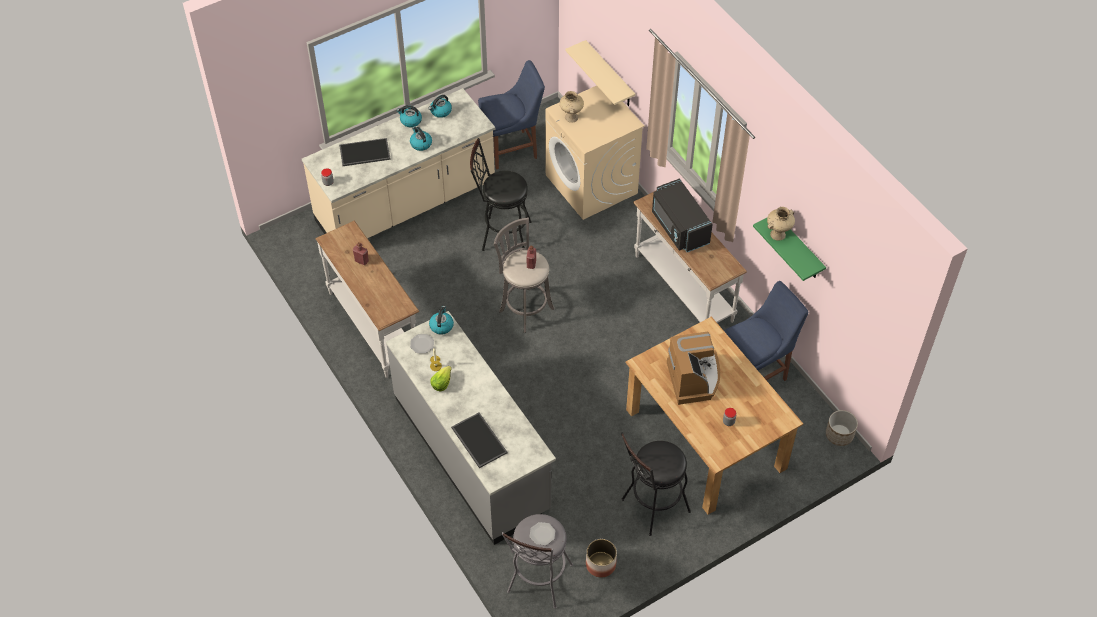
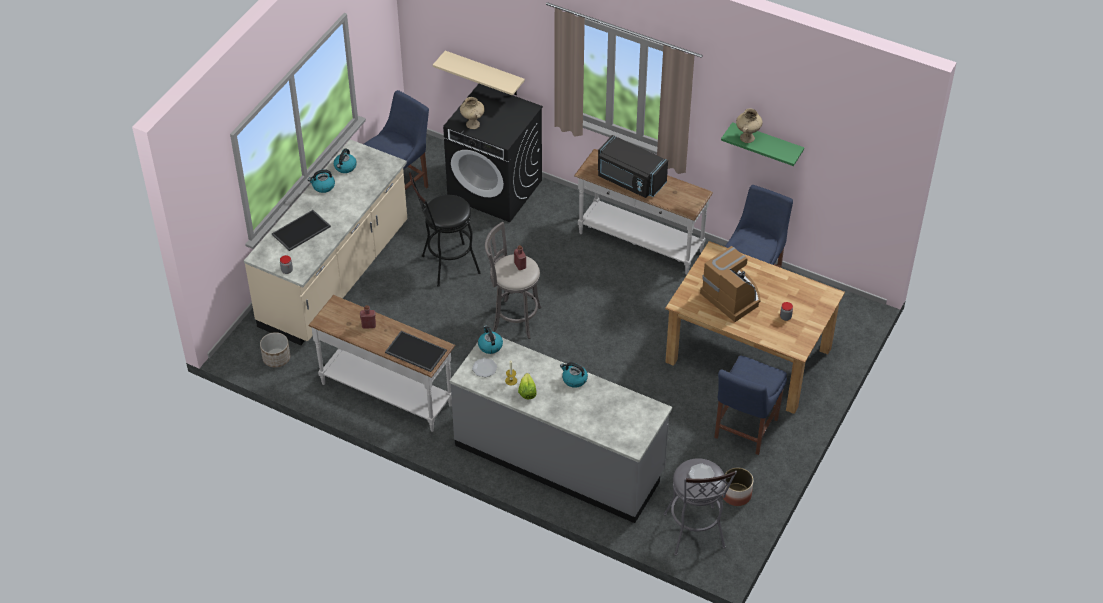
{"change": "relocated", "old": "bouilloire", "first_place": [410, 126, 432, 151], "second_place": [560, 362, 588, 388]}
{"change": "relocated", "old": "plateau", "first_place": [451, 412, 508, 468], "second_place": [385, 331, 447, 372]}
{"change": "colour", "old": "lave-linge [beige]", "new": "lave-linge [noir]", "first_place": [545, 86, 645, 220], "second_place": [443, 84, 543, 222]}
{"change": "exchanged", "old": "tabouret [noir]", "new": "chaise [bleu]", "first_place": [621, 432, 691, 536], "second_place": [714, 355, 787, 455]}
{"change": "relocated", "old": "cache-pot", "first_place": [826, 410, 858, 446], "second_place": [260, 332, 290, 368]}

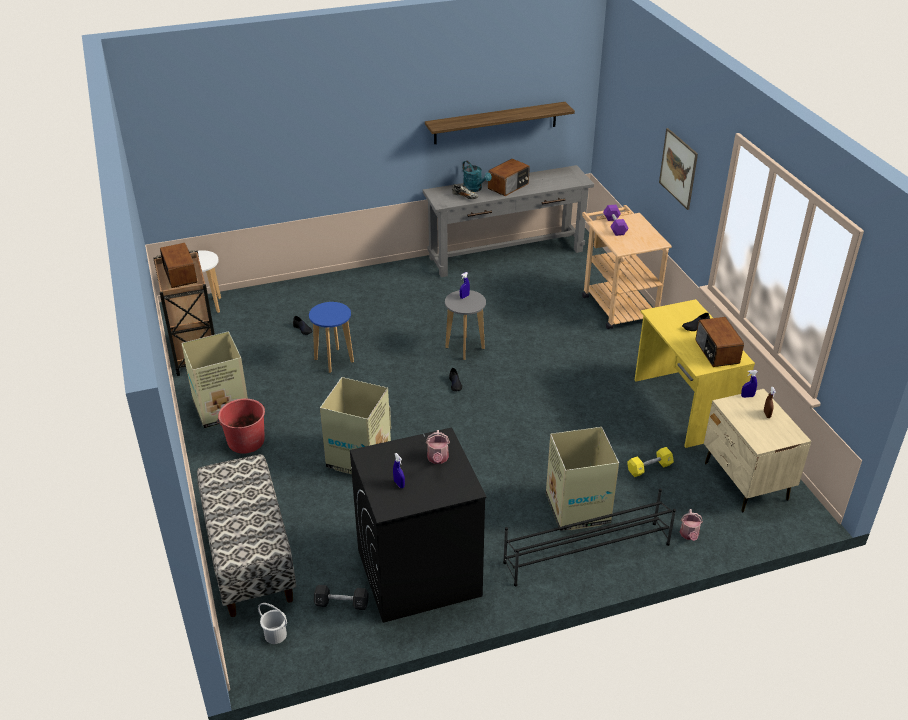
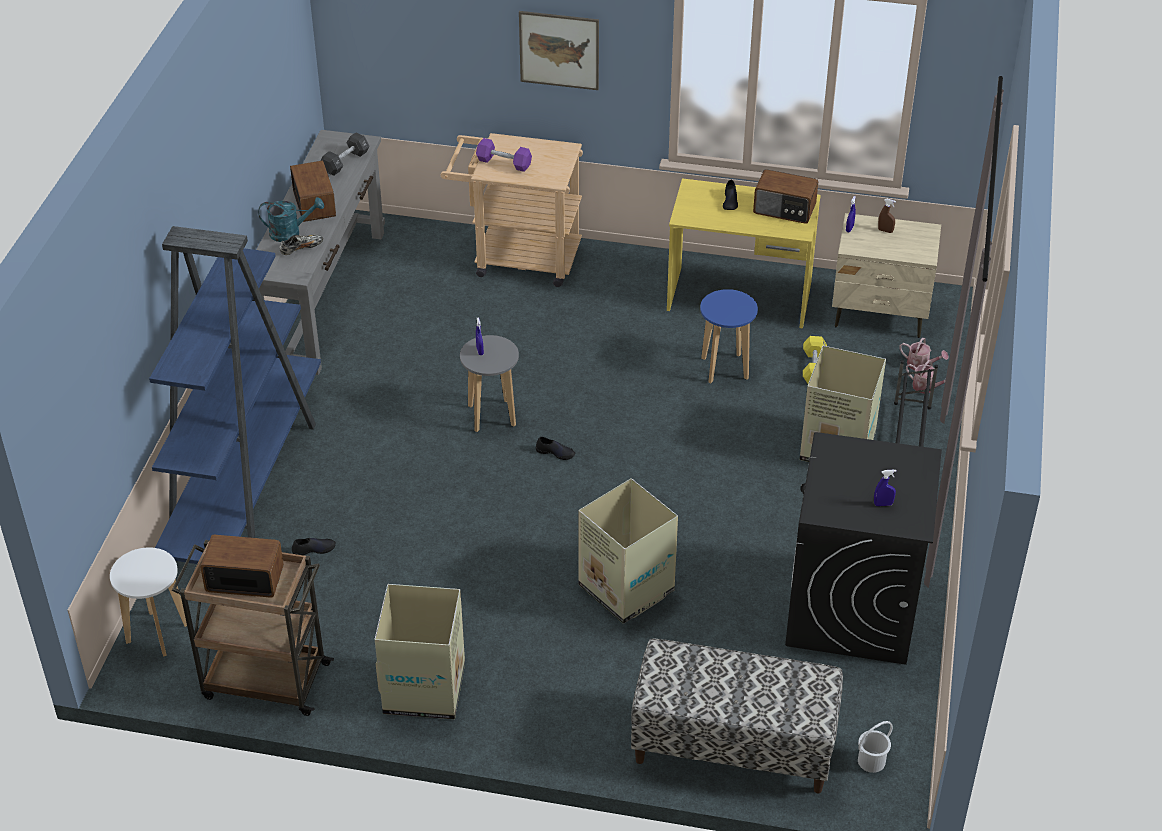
{"change": "missing", "old": "seau [rouge]", "first_place": [217, 399, 265, 454]}
{"change": "relocated", "old": "tabouret [bleu]", "first_place": [309, 302, 354, 373], "second_place": [700, 289, 758, 383]}
{"change": "relocated", "old": "haltère [noir]", "first_place": [314, 585, 369, 610], "second_place": [321, 132, 370, 176]}
{"change": "missing", "old": "étagère", "first_place": [425, 102, 575, 144]}
{"change": "relocated", "old": "arrosoir", "first_place": [426, 430, 450, 464], "second_place": [899, 338, 948, 370]}
{"change": "appeared", "new": "bibliothèque [bleu]", "second_place": [149, 226, 321, 564]}

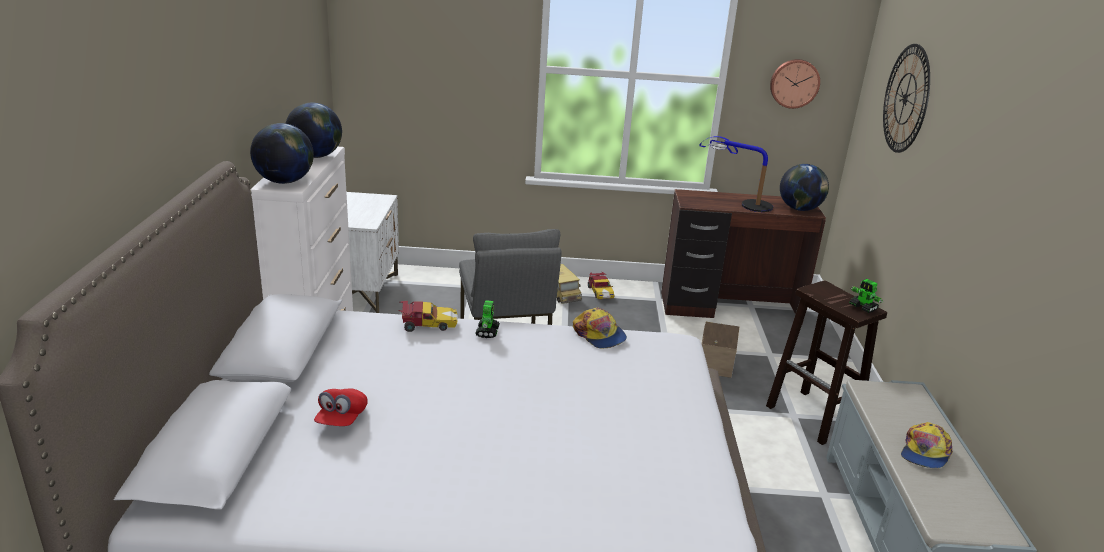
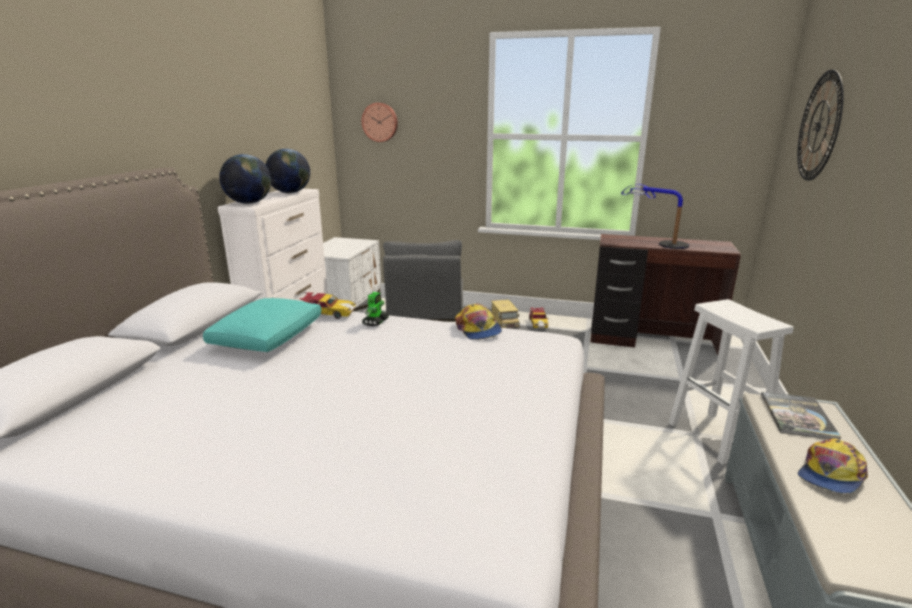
{"change": "missing", "old": "casquette [rouge]", "first_place": [314, 389, 368, 426]}
{"change": "missing", "old": "maison miniature", "first_place": [702, 322, 739, 378]}
{"change": "colour", "old": "tabouret [marron]", "new": "tabouret [blanc]", "first_place": [766, 280, 887, 445], "second_place": [669, 299, 794, 465]}
{"change": "relocated", "old": "horloge murale", "first_place": [770, 59, 820, 109], "second_place": [362, 103, 398, 142]}
{"change": "missing", "old": "globe", "first_place": [780, 164, 829, 211]}
{"change": "missing", "old": "robot jouet", "first_place": [849, 279, 883, 313]}
{"change": "appeared", "new": "coussin [turquoise]", "second_place": [203, 298, 321, 352]}
{"change": "appeared", "new": "livre", "second_place": [761, 392, 841, 440]}

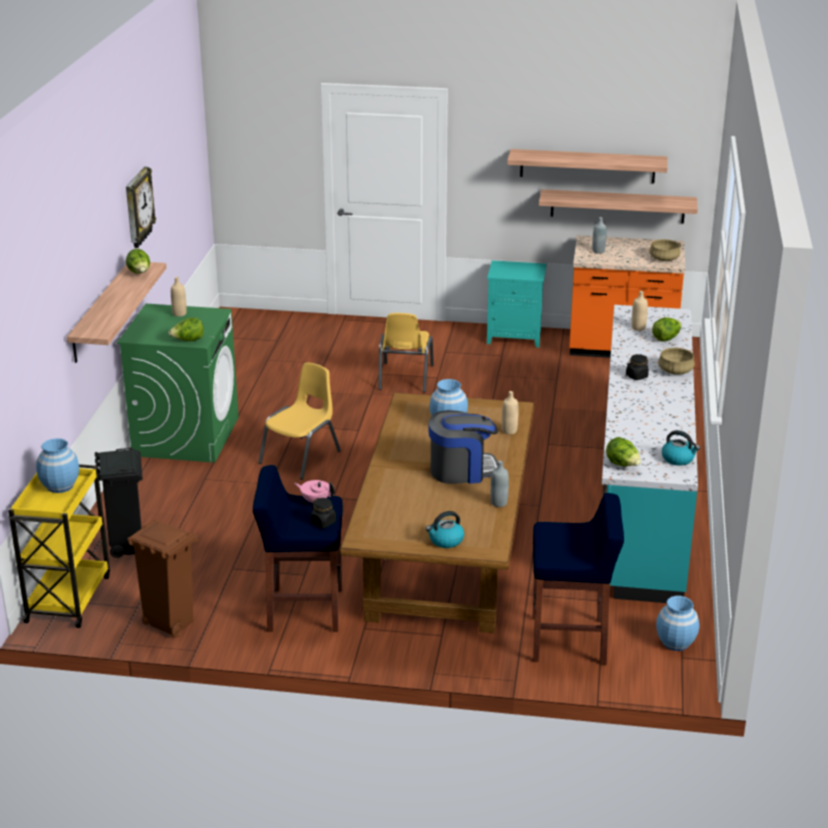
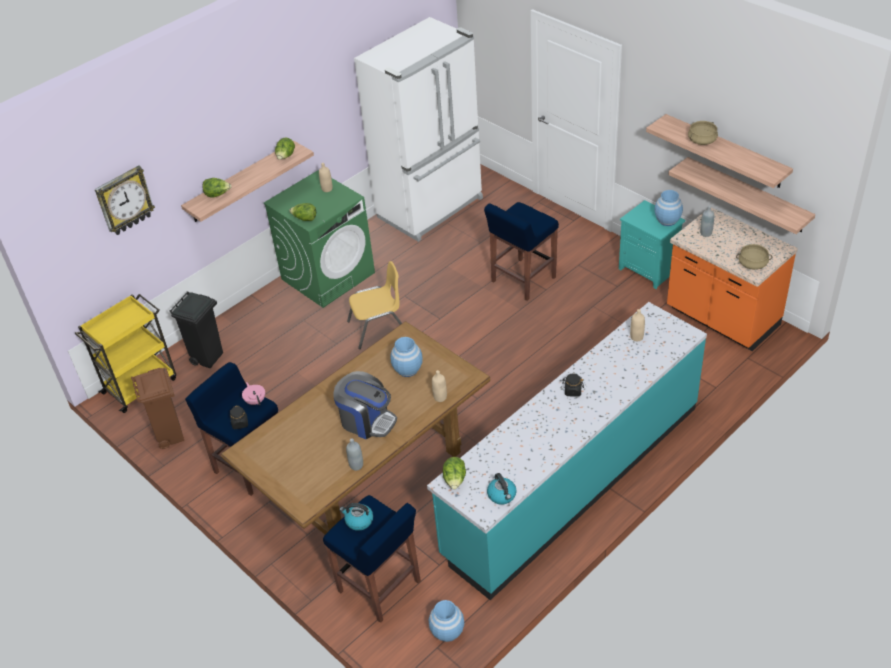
{"change": "relocated", "old": "vase [bleu]", "first_place": [36, 438, 79, 493], "second_place": [654, 190, 683, 226]}
{"change": "relocated", "old": "horloge murale", "first_place": [126, 167, 156, 248], "second_place": [95, 165, 155, 235]}
{"change": "exchanged", "old": "chaise [jaune]", "new": "tabouret [bleu]", "first_place": [378, 313, 434, 392], "second_place": [484, 202, 559, 301]}
{"change": "relocated", "old": "bouilloire", "first_place": [426, 511, 464, 548], "second_place": [339, 503, 373, 531]}
{"change": "relocated", "old": "laitue", "first_place": [652, 317, 682, 341], "second_place": [202, 178, 232, 197]}
{"change": "relocated", "old": "marmite [beige]", "first_place": [658, 348, 695, 375], "second_place": [688, 121, 718, 145]}
{"change": "appeared", "new": "réfrigérateur [blanc]", "second_place": [354, 17, 483, 242]}

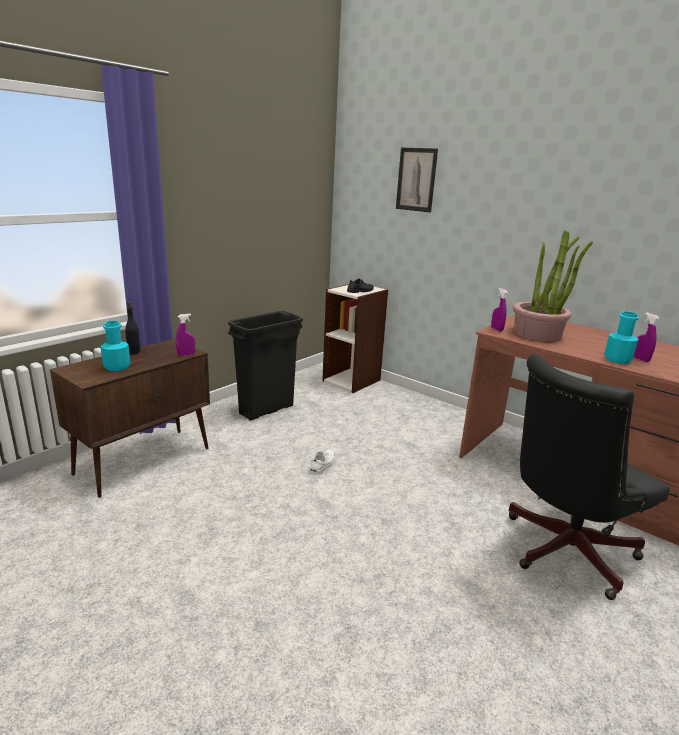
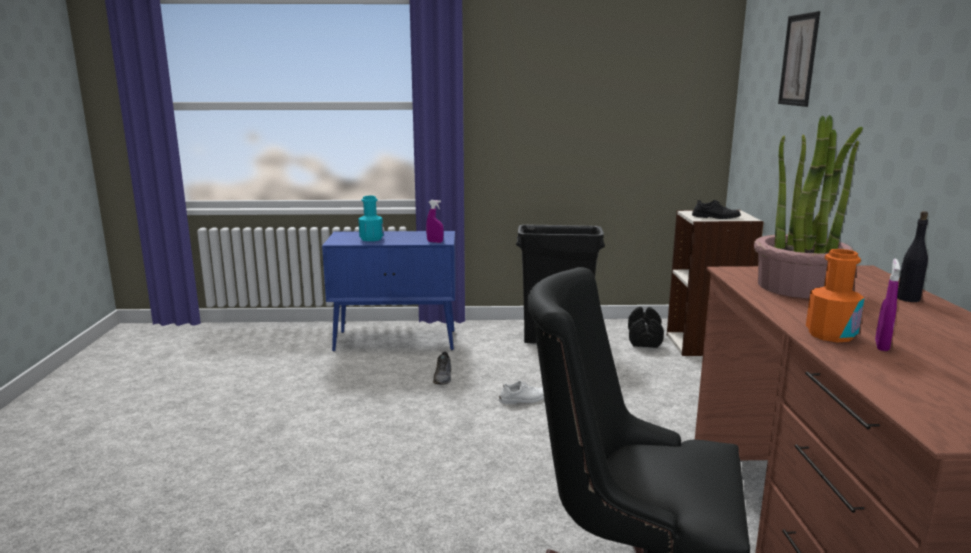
{"change": "colour", "old": "meuble de rangement [marron]", "new": "meuble de rangement [bleu]", "first_place": [50, 339, 210, 498], "second_place": [322, 231, 456, 352]}
{"change": "relocated", "old": "bouteille [noir]", "first_place": [125, 302, 141, 354], "second_place": [897, 211, 928, 302]}
{"change": "missing", "old": "vaporisateur [violet]", "first_place": [491, 288, 508, 332]}
{"change": "colour", "old": "bouteille [turquoise]", "new": "bouteille [orange]", "first_place": [604, 311, 639, 364], "second_place": [806, 249, 864, 342]}
{"change": "appeared", "new": "chaussure [gris]", "second_place": [433, 352, 451, 384]}
{"change": "appeared", "new": "haltère [noir]", "second_place": [628, 307, 664, 348]}

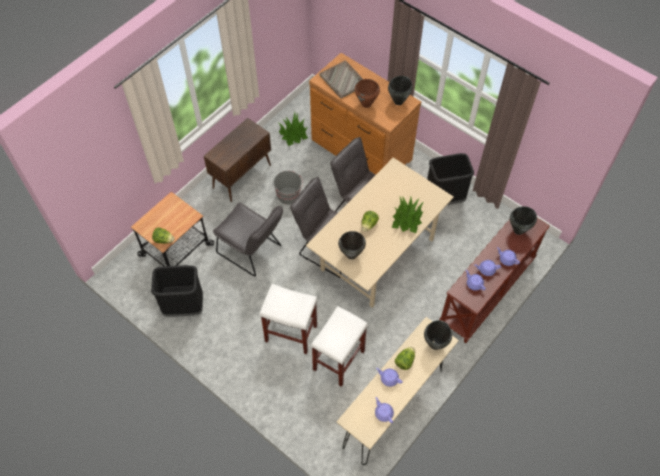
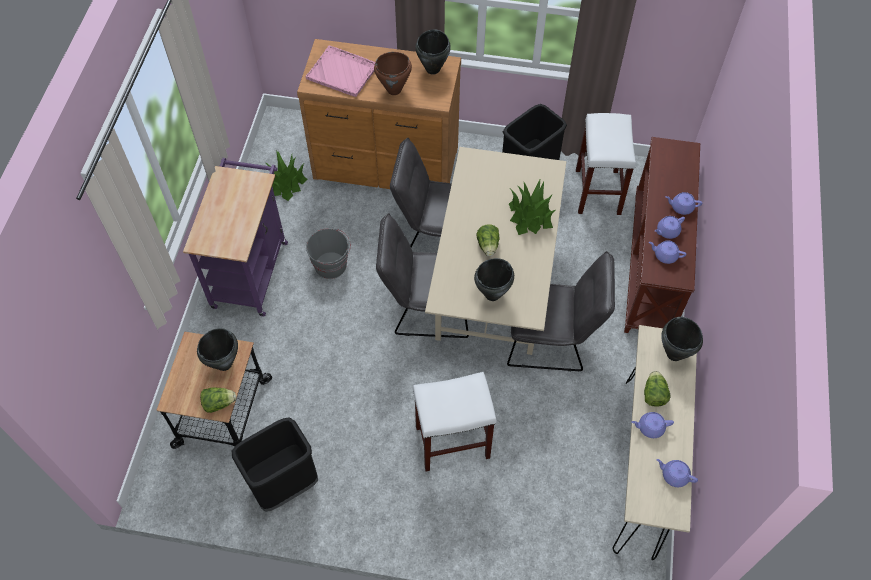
{"change": "exchanged", "old": "meuble de rangement [marron]", "new": "chariot [violet]", "first_place": [204, 118, 271, 202], "second_place": [183, 158, 288, 316]}
{"change": "relocated", "old": "chaise [gris]", "first_place": [213, 202, 283, 277], "second_place": [507, 251, 615, 371]}
{"change": "relocated", "old": "tabouret [blanc]", "first_place": [311, 306, 368, 387], "second_place": [576, 113, 636, 215]}
{"change": "colour", "old": "plateau [gris]", "new": "plateau [rose]", "first_place": [319, 60, 363, 98], "second_place": [305, 45, 376, 97]}
{"change": "relocated", "old": "marmite [noir]", "first_place": [510, 206, 537, 235], "second_place": [197, 328, 238, 371]}

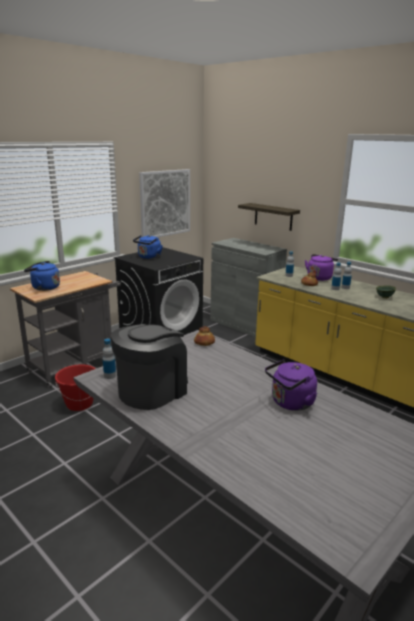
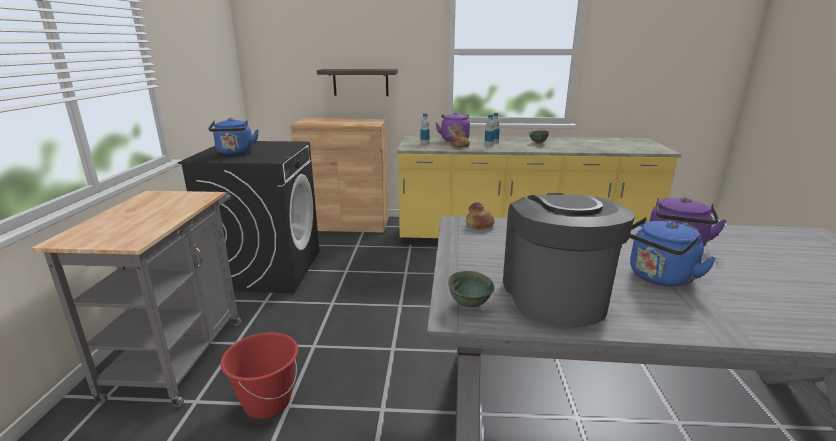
{"change": "relocated", "old": "bouilloire [bleu]", "first_place": [24, 261, 60, 291], "second_place": [629, 217, 717, 287]}
{"change": "exchanged", "old": "bouteille", "new": "bol [vert]", "first_place": [103, 339, 116, 379], "second_place": [448, 271, 494, 308]}
{"change": "missing", "old": "tableau", "first_place": [139, 169, 190, 237]}
{"change": "colour", "old": "meuble de rangement [gris]", "new": "meuble de rangement [marron]", "first_place": [210, 238, 287, 337], "second_place": [290, 118, 389, 233]}

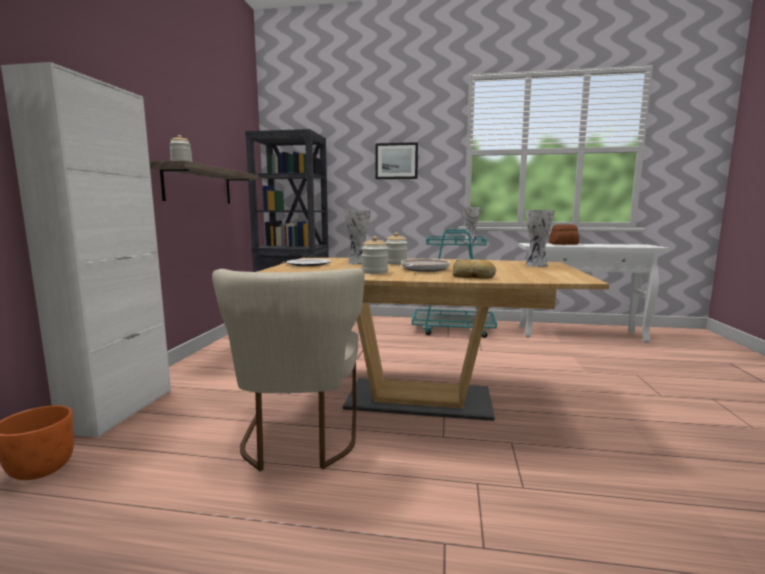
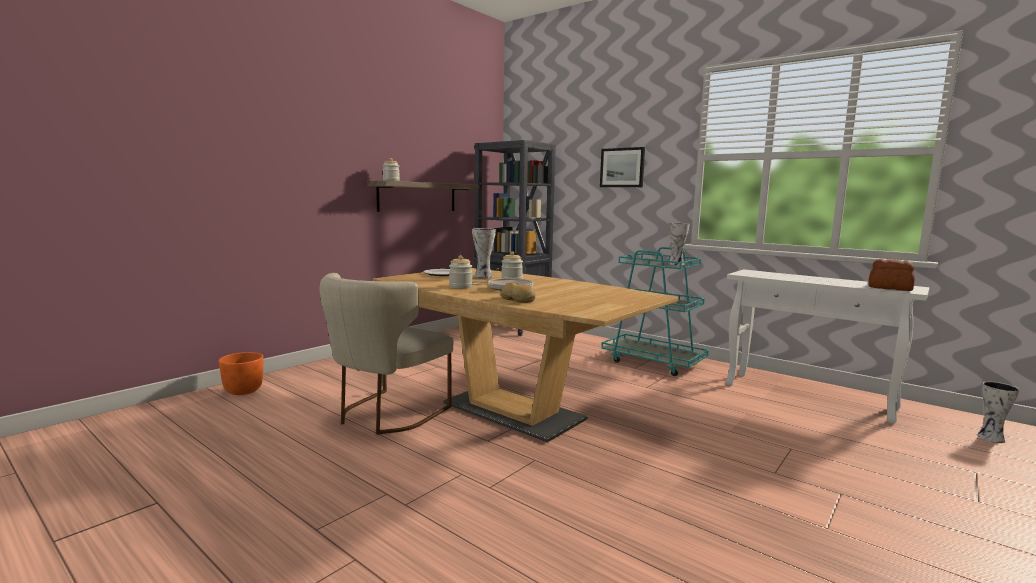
{"change": "missing", "old": "meuble de rangement [blanc]", "first_place": [1, 62, 171, 437]}
{"change": "relocated", "old": "vase", "first_place": [526, 210, 555, 267], "second_place": [977, 381, 1019, 443]}
{"change": "relocated", "old": "pain", "first_place": [549, 224, 579, 245], "second_place": [868, 259, 915, 291]}

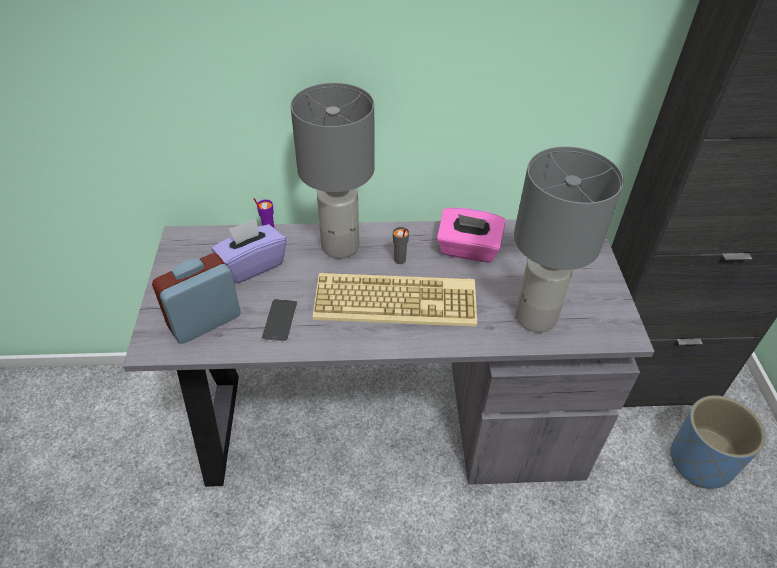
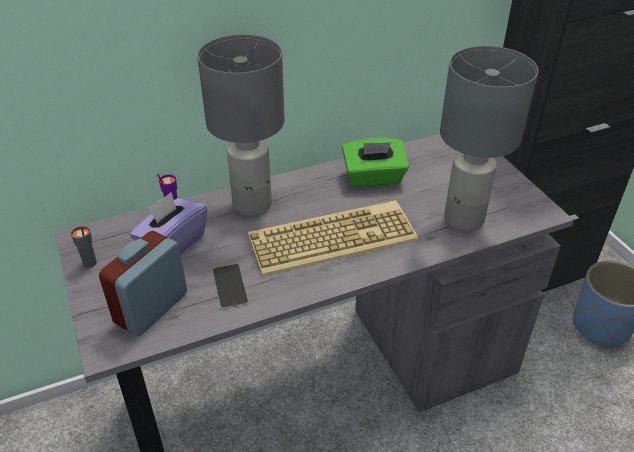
{"change": "relocated", "old": "tasse [gris]", "first_place": [393, 227, 409, 264], "second_place": [71, 226, 97, 268]}
{"change": "colour", "old": "boîte à mouchoirs [rose]", "new": "boîte à mouchoirs [vert]", "first_place": [437, 208, 506, 263], "second_place": [342, 137, 409, 188]}

